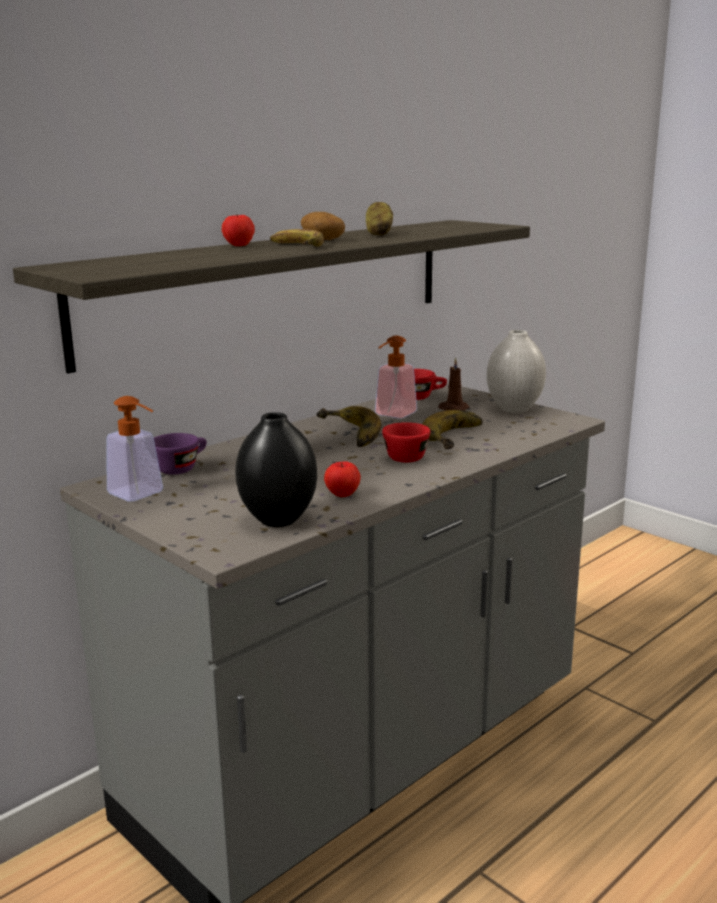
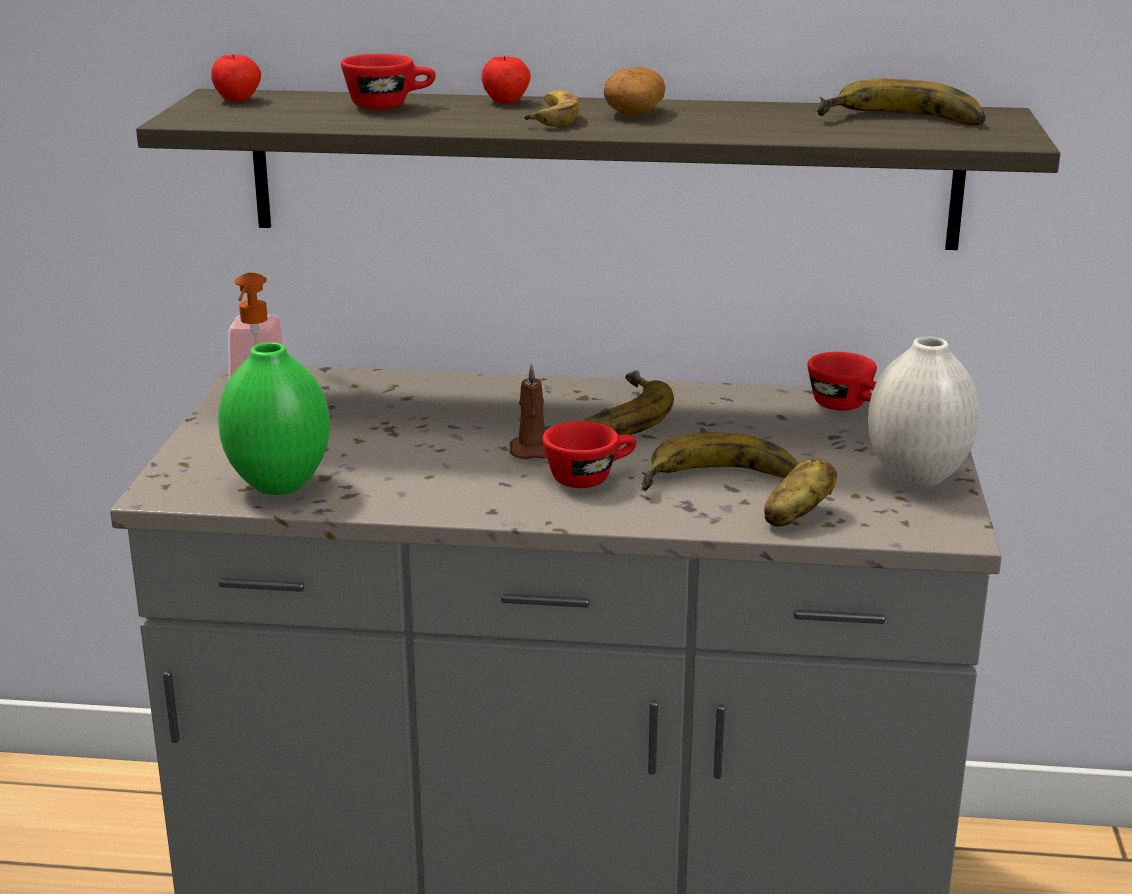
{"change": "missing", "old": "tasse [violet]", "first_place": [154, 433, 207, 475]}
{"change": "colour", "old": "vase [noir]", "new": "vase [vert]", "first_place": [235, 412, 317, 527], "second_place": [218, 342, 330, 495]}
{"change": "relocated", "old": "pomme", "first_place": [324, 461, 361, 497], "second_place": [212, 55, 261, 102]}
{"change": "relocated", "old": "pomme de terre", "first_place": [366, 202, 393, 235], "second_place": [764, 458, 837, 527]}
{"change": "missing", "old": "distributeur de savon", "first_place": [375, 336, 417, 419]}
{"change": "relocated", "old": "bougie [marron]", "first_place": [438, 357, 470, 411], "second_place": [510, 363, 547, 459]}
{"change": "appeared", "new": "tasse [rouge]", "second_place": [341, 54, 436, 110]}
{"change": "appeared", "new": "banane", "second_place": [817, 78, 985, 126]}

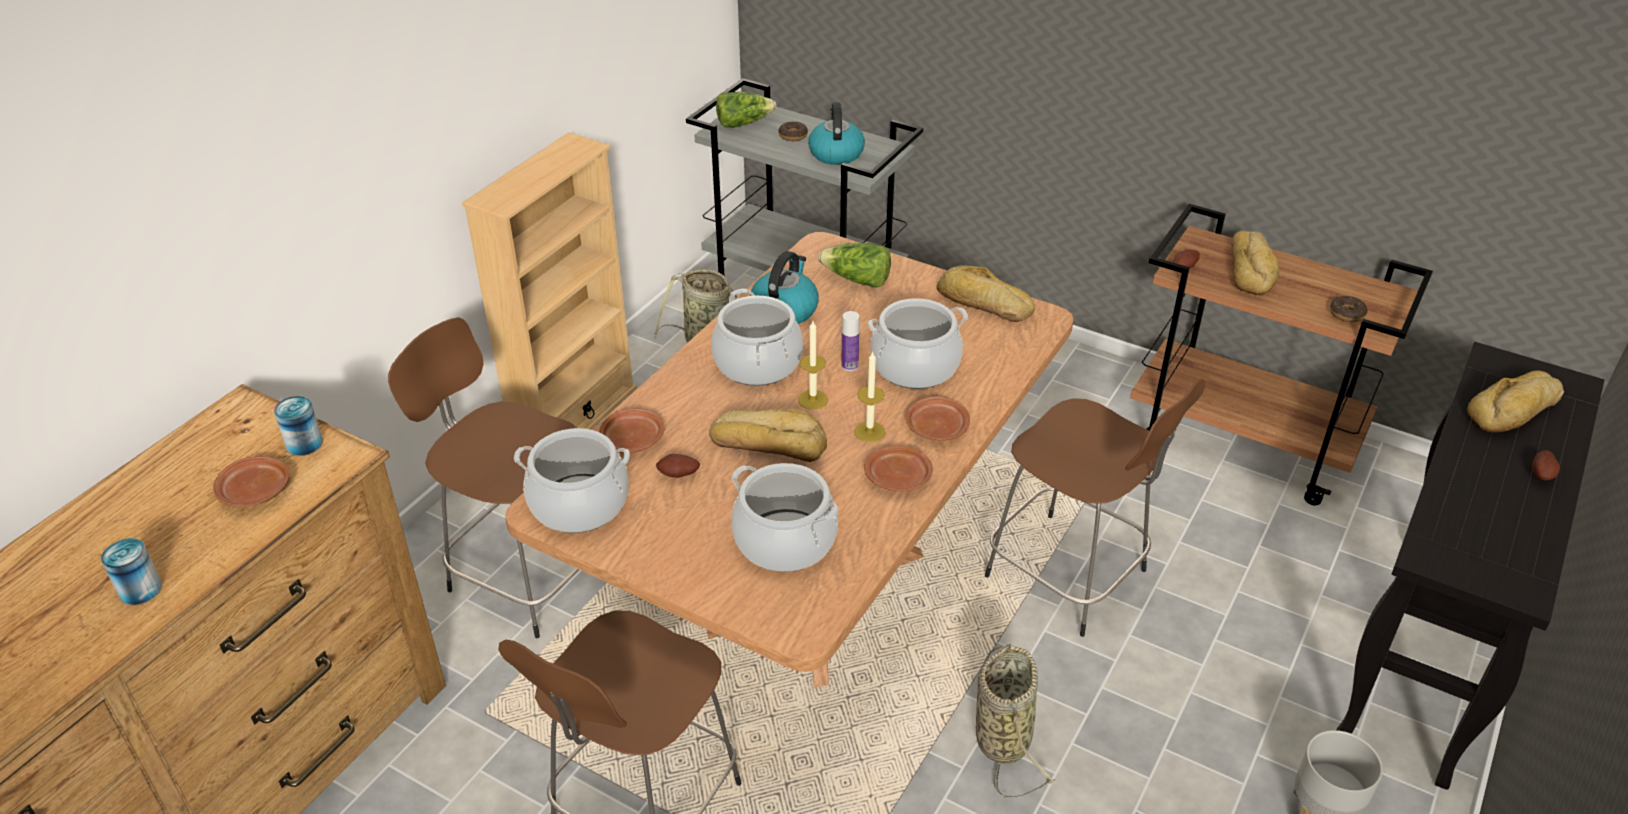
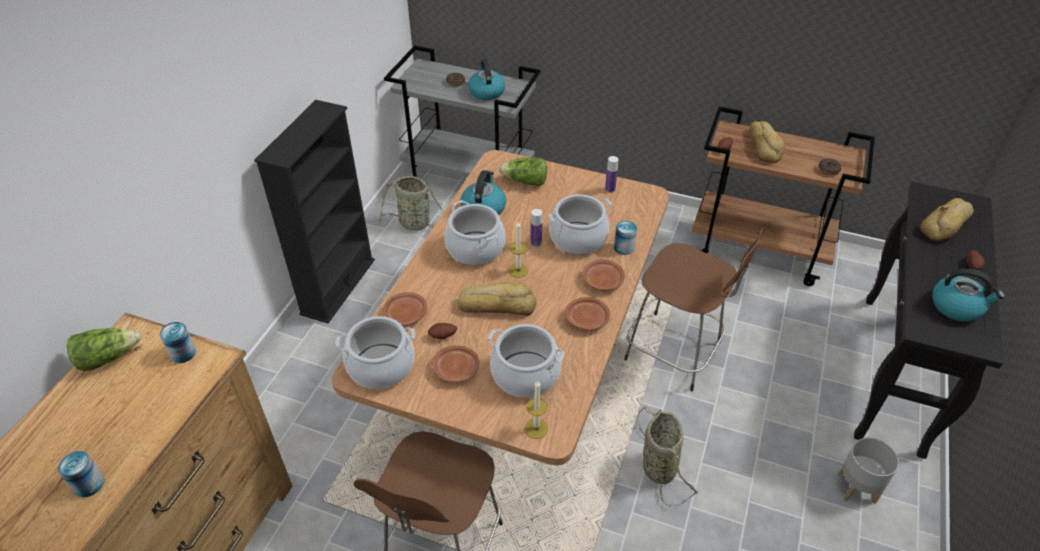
{"change": "relocated", "old": "assiette [marron]", "first_place": [213, 456, 290, 507], "second_place": [432, 345, 479, 383]}
{"change": "missing", "old": "tabouret [marron]", "first_place": [388, 317, 579, 638]}
{"change": "colour", "old": "bibliothèque [beige]", "new": "bibliothèque [noir]", "first_place": [462, 132, 637, 430], "second_place": [254, 100, 375, 323]}
{"change": "relocated", "old": "laitue", "first_place": [716, 92, 777, 128], "second_place": [67, 328, 141, 371]}
{"change": "relocated", "old": "bougie", "first_place": [854, 351, 885, 442], "second_place": [524, 380, 548, 439]}
{"change": "exchanged", "old": "pain", "new": "bouteille", "first_place": [937, 266, 1035, 322], "second_place": [605, 156, 618, 193]}
{"change": "appeared", "new": "boîte métallique", "second_place": [614, 221, 637, 255]}
{"change": "appeared", "new": "bouilloire", "second_place": [932, 268, 1005, 321]}

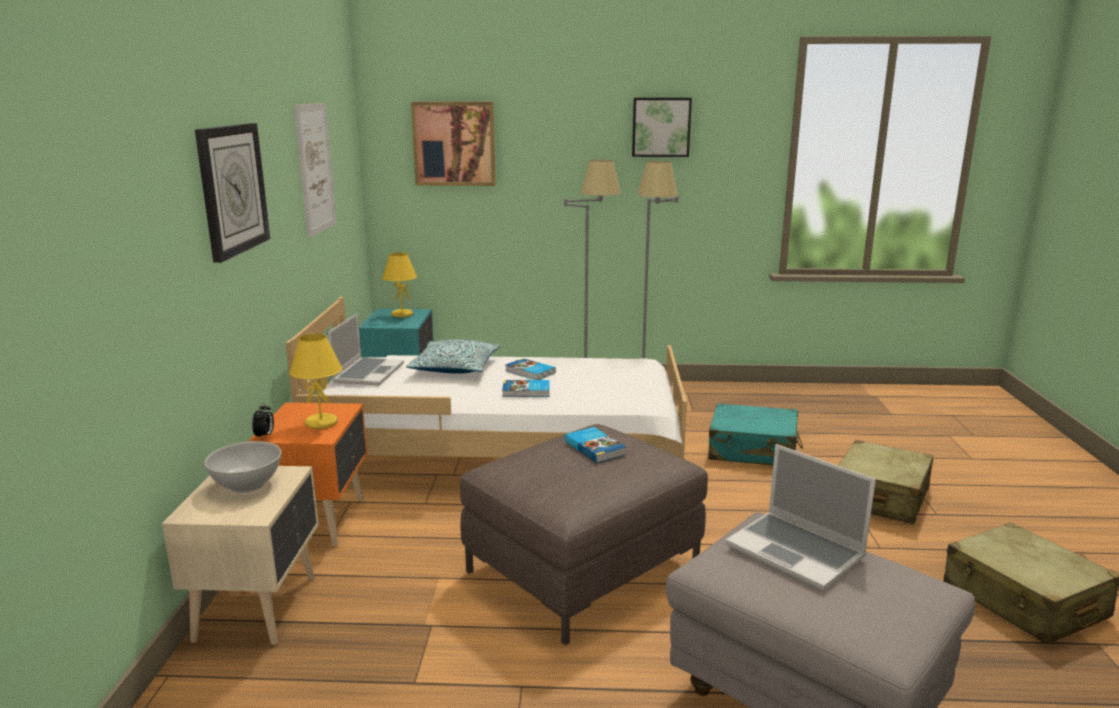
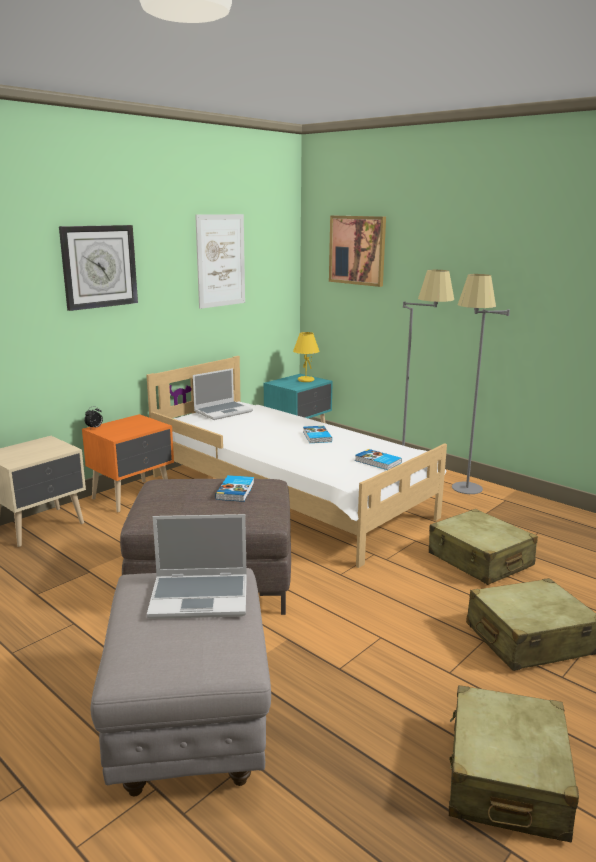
{"change": "missing", "old": "bol [blanc]", "first_place": [204, 441, 282, 493]}
{"change": "missing", "old": "lampe de table [jaune]", "first_place": [289, 333, 342, 429]}
{"change": "missing", "old": "coussin", "first_place": [406, 339, 500, 374]}
{"change": "relocated", "old": "livre", "first_place": [502, 380, 550, 397], "second_place": [355, 449, 402, 470]}
{"change": "missing", "old": "tableau", "first_place": [632, 98, 692, 157]}
{"change": "colour", "old": "valise [turquoise]", "new": "valise [beige]", "first_place": [708, 403, 803, 465], "second_place": [429, 509, 538, 585]}
{"change": "spun", "old": "ordinateur portable", "first_place": [725, 444, 876, 590], "second_place": [147, 514, 247, 619], "degrees": -90}

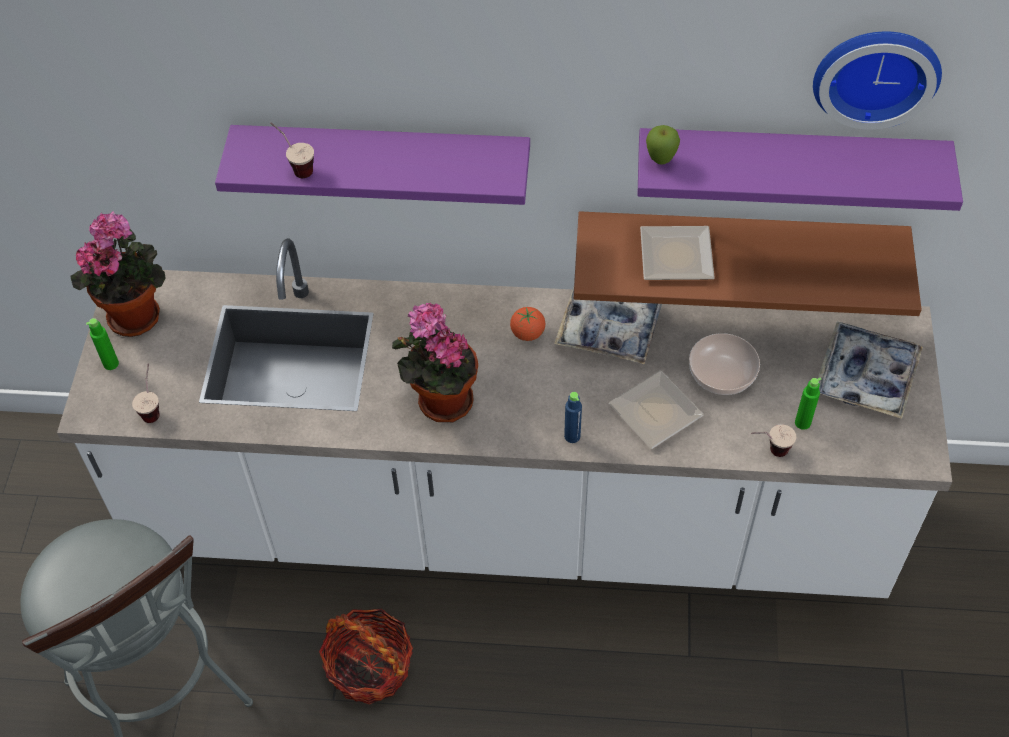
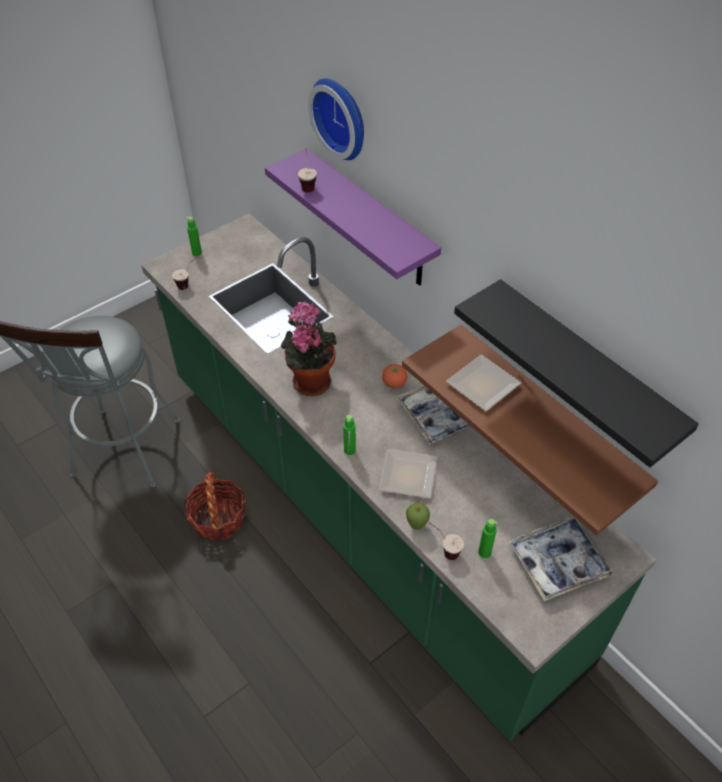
{"change": "colour", "old": "comptoir de cuisine [blanc]", "new": "comptoir de cuisine [vert]", "first_place": [57, 238, 952, 598], "second_place": [141, 213, 656, 741]}
{"change": "missing", "old": "plante en pot", "first_place": [71, 211, 166, 337]}
{"change": "colour", "old": "bouteille [bleu]", "new": "bouteille [vert]", "first_place": [564, 392, 582, 443], "second_place": [343, 414, 356, 455]}
{"change": "colour", "old": "étagère [violet]", "new": "étagère [noir]", "first_place": [637, 128, 963, 211], "second_place": [454, 279, 699, 468]}
{"change": "relocated", "old": "pomme", "first_place": [646, 125, 680, 165], "second_place": [406, 503, 430, 530]}
{"change": "missing", "old": "bol", "first_place": [689, 333, 760, 395]}
{"change": "relocated", "old": "horloge murale", "first_place": [813, 31, 942, 130], "second_place": [308, 79, 364, 160]}

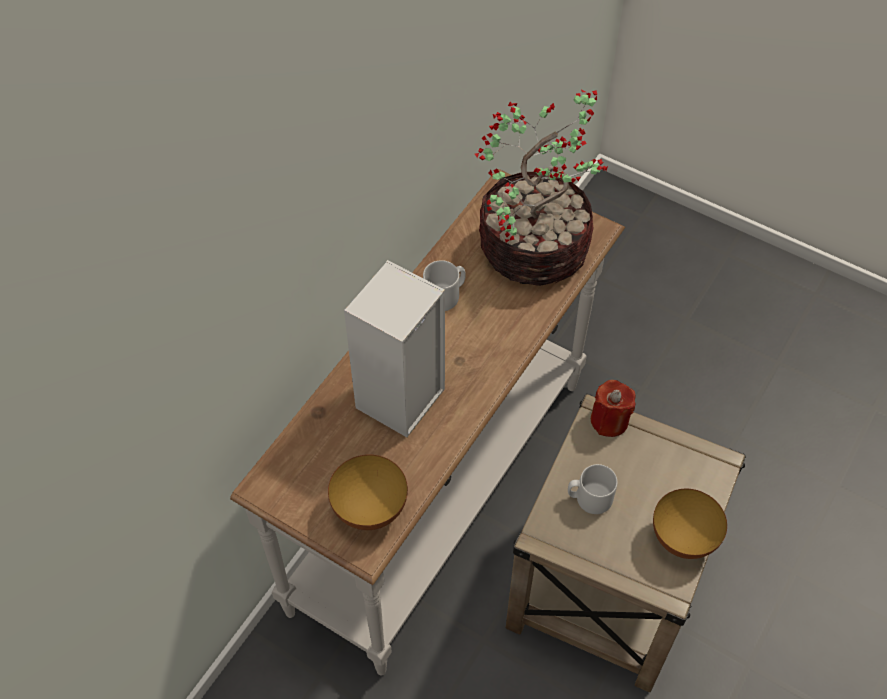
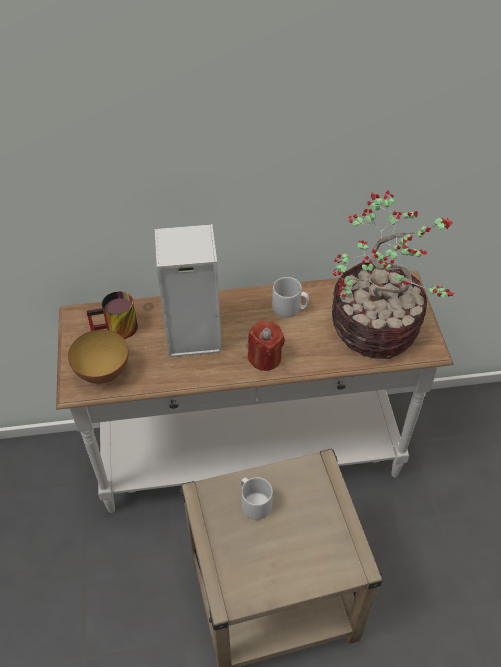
{"change": "relocated", "old": "bougie [rouge]", "first_place": [591, 380, 636, 437], "second_place": [248, 321, 285, 371]}
{"change": "missing", "old": "bol", "first_place": [653, 489, 727, 559]}
{"change": "appeared", "new": "mug", "second_place": [87, 291, 138, 339]}

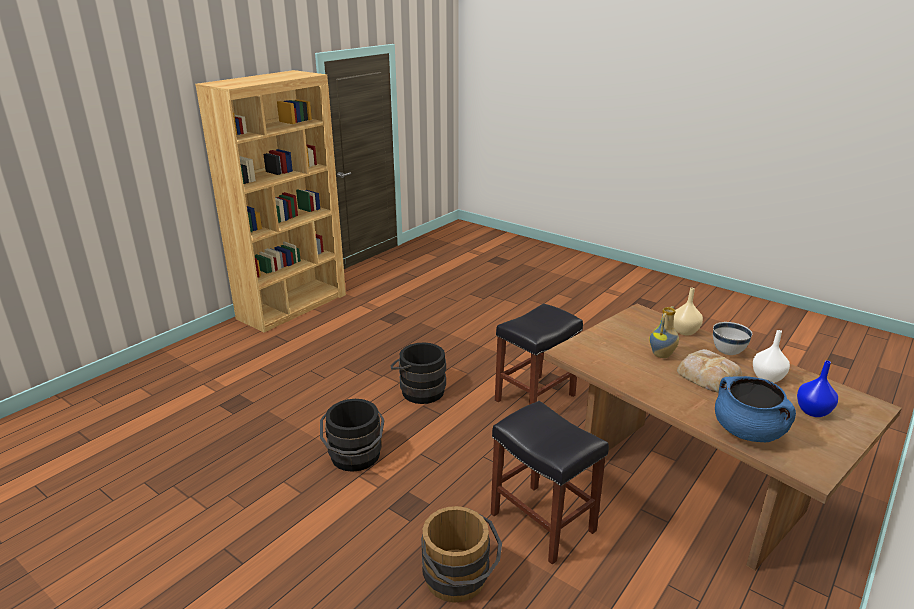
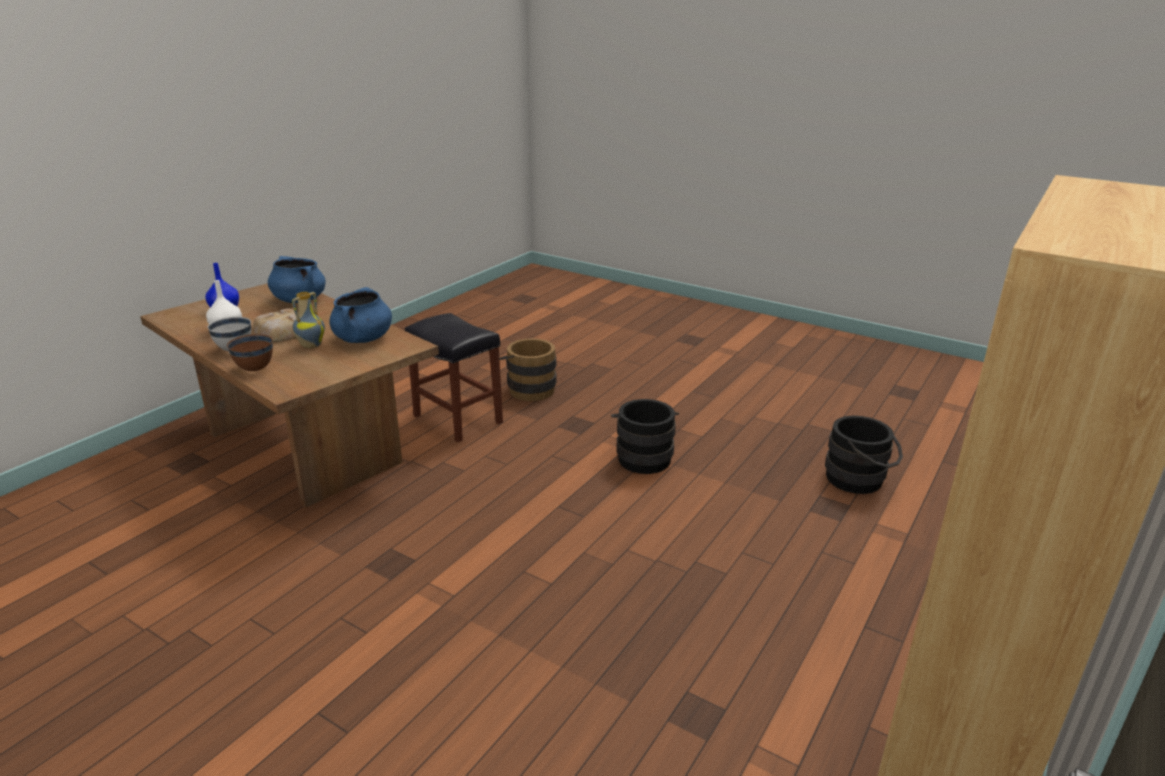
{"change": "relocated", "old": "seau [noir]", "first_place": [391, 342, 446, 404], "second_place": [825, 416, 903, 494]}
{"change": "missing", "old": "tabouret [noir]", "first_place": [495, 303, 583, 405]}
{"change": "exchanged", "old": "vase [beige]", "new": "bol [marron]", "first_place": [674, 288, 703, 335], "second_place": [227, 334, 273, 371]}
{"change": "appeared", "new": "marmite [bleu]", "second_place": [329, 287, 392, 343]}

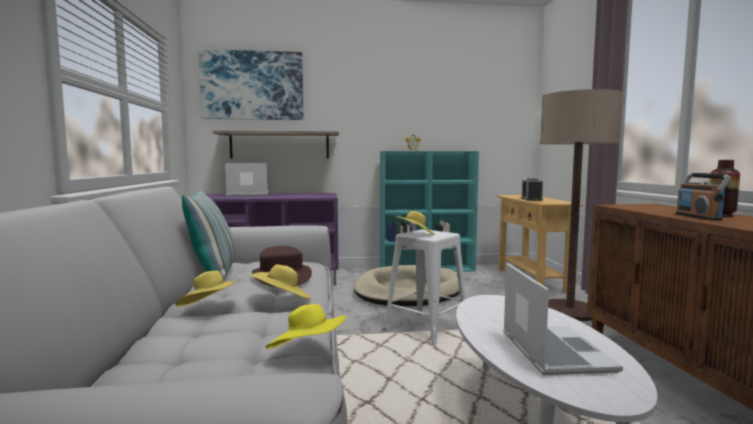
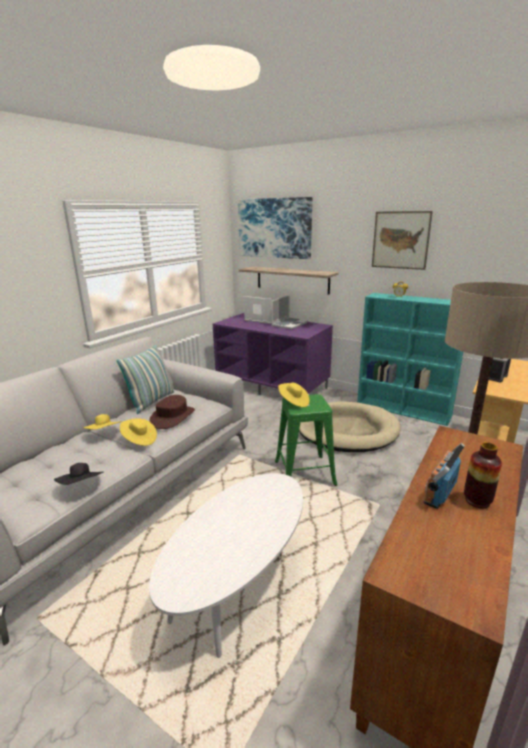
{"change": "colour", "old": "chapeau [jaune]", "new": "chapeau [noir]", "first_place": [266, 304, 346, 349], "second_place": [54, 463, 103, 485]}
{"change": "colour", "old": "tabouret [blanc]", "new": "tabouret [vert]", "first_place": [382, 229, 465, 345], "second_place": [275, 394, 337, 486]}
{"change": "relocated", "old": "ordinateur portable", "first_place": [503, 263, 623, 375], "second_place": [271, 295, 308, 329]}
{"change": "appeared", "new": "tableau", "second_place": [372, 211, 433, 270]}

